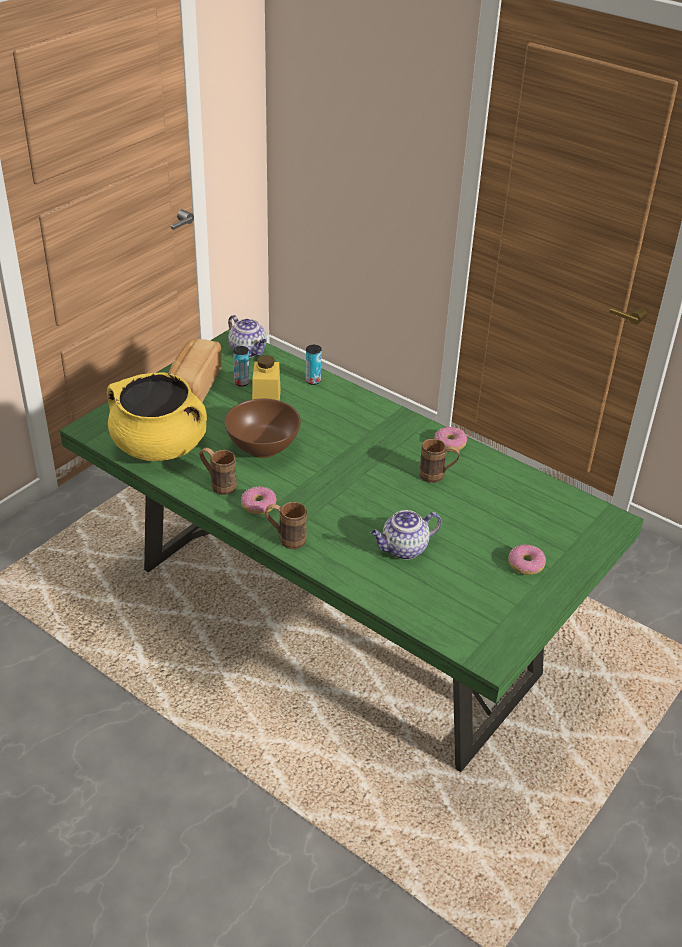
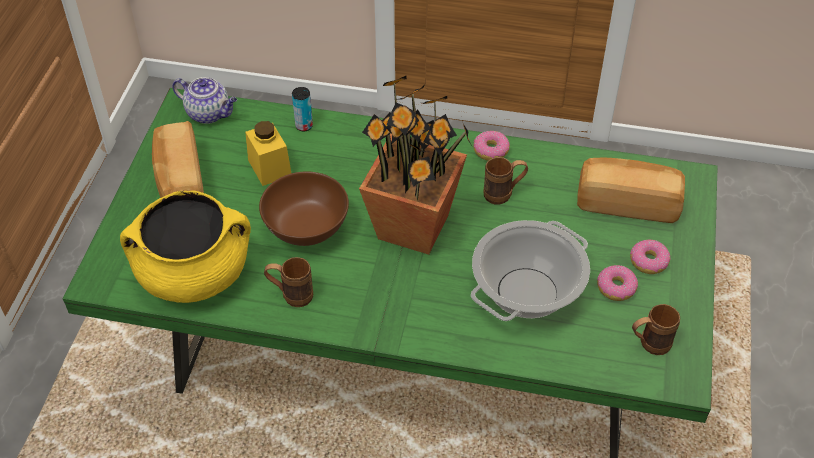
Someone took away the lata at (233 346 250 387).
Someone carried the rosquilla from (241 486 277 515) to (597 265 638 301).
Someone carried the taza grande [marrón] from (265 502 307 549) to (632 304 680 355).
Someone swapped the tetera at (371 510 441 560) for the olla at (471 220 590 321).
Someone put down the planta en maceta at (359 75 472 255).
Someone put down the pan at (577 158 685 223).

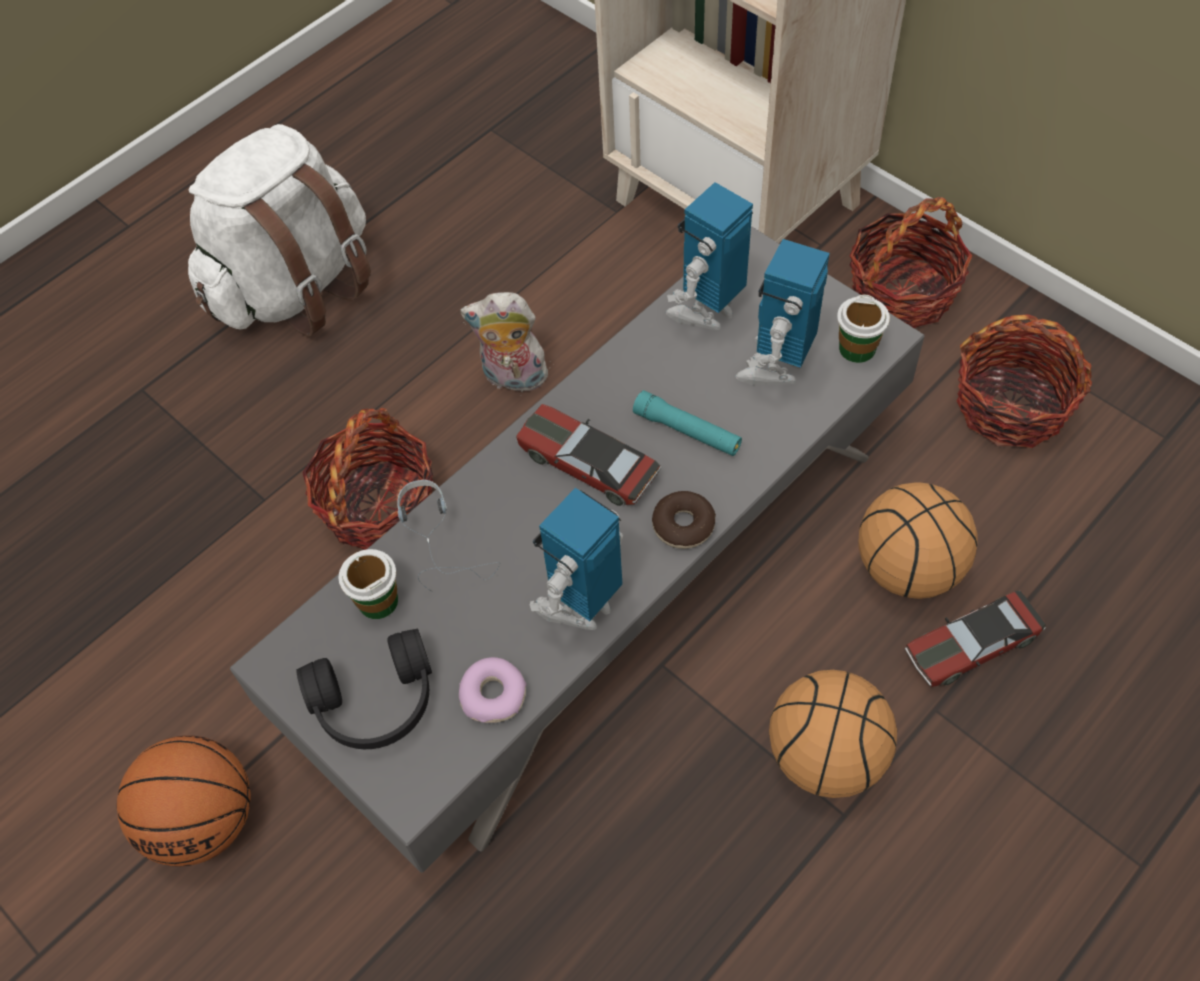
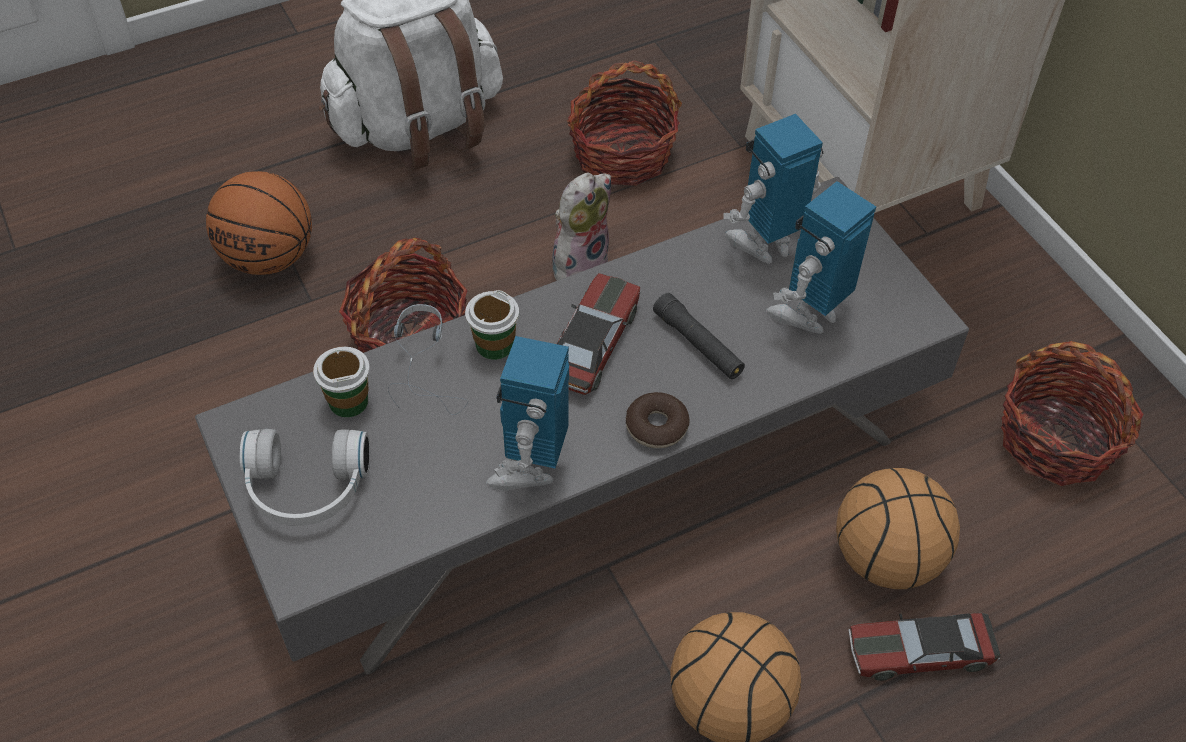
Someone carried the cesta from (849 197 972 328) to (567 60 682 186).
Someone rotated the peluche at (460 292 552 392) by 105 degrees clockwise.
Someone carried the taza from (837 295 890 363) to (465 290 519 360).
Someone repainted the linterna [turquesa] at (633 390 742 456), which became the linterna [negro] at (653 293 745 379).
Someone rotated the coche de juguete at (516 404 661 506) by 60 degrees clockwise.
Someone rotated the robot de juguete at (530 488 624 630) by 45 degrees counterclockwise.
Someone repainted the auriculares [negro] at (296 629 432 749), which became the auriculares [blanco] at (240 429 370 526).
Someone took away the rosquilla at (459 657 527 723).
Someone carried the balón de baloncesto from (116 735 251 866) to (206 171 312 275).

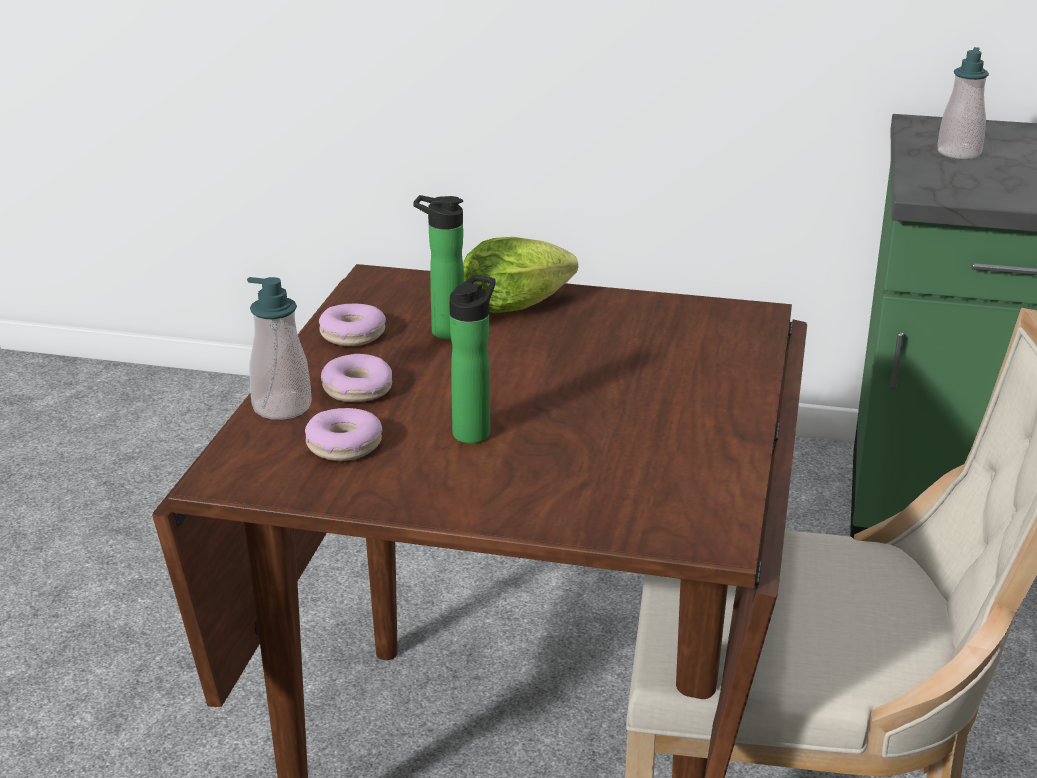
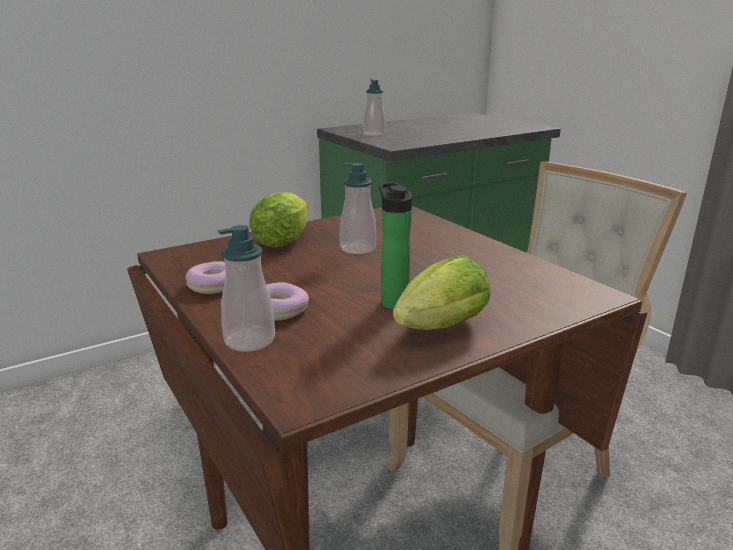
Someone took away the botella at (413 195 464 340).
Someone took away the rosquilla at (305 408 382 461).
Someone put down the dispensador de jabón at (340 163 376 254).
Someone put down the lechuga at (393 255 491 330).

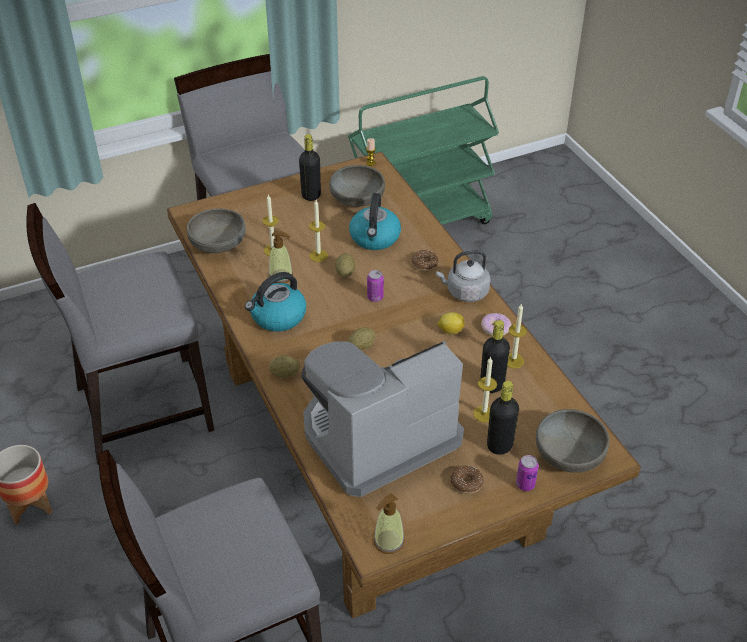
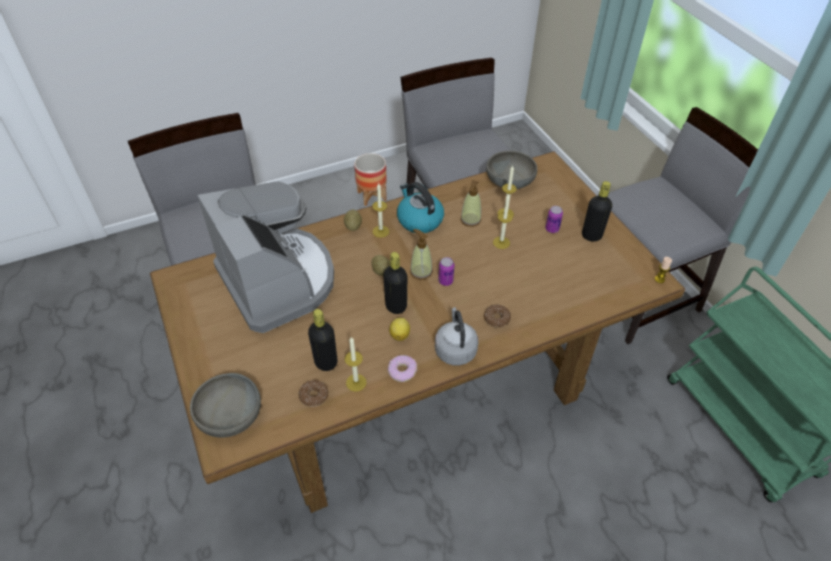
Someone took away the cuenco [gris] at (330 165 385 207).
Someone took away the hervidor at (349 193 401 250).
Someone took away the patata at (335 253 356 277).
Someone carried the vela from (473 356 497 422) to (372 183 389 238).
Someone carried the botella [negro] from (487 381 519 455) to (383 252 407 314).
Someone carried the lata from (516 455 539 491) to (545 206 563 233).
Someone carried the rosquilla from (450 465 484 494) to (299 380 329 407).
Someone carried the dispensador de jabón from (374 493 405 554) to (410 229 433 280).

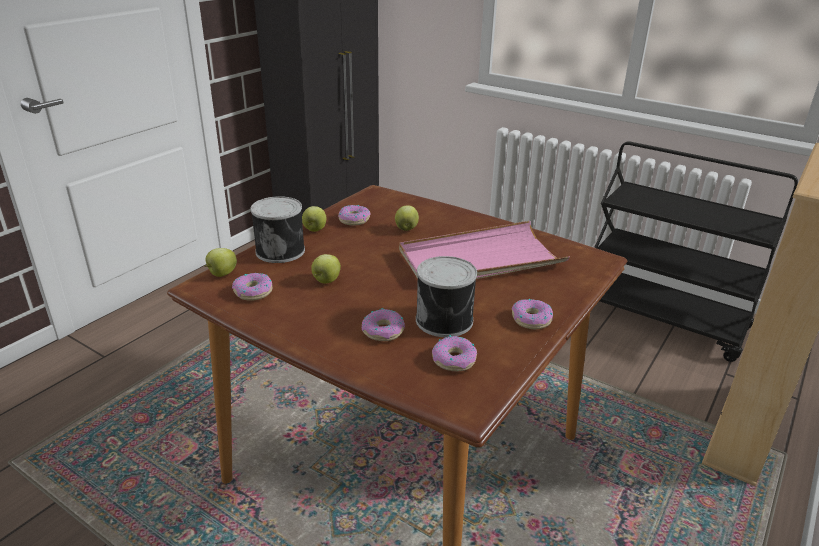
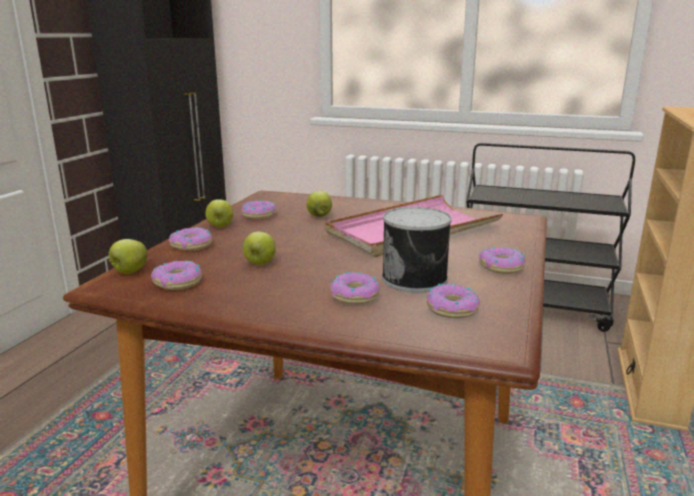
Someone swapped the lata at (251 196 305 263) for the rosquilla at (168 227 212 251).

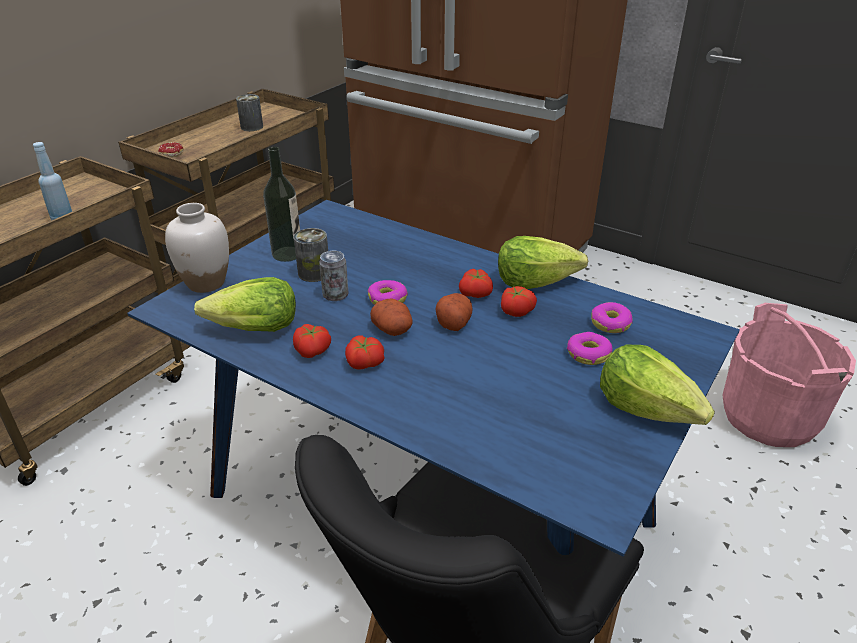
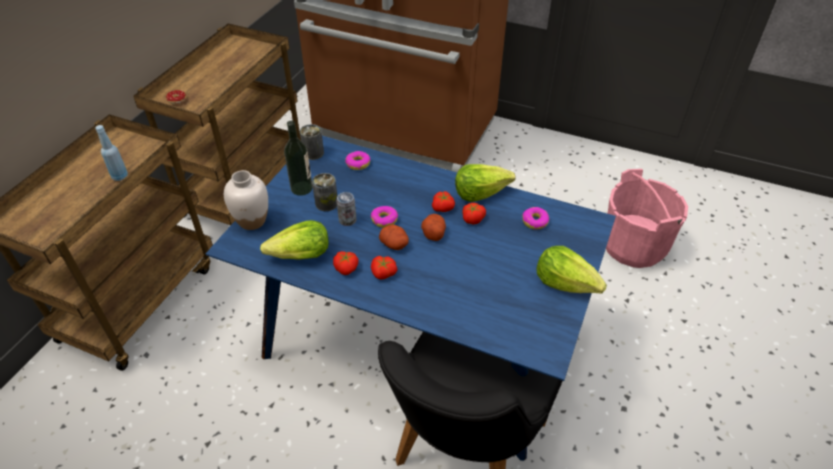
Someone carried the lata from (236 94 263 131) to (300 124 324 160).
Someone carried the rosquilla from (567 332 612 365) to (345 151 370 170).

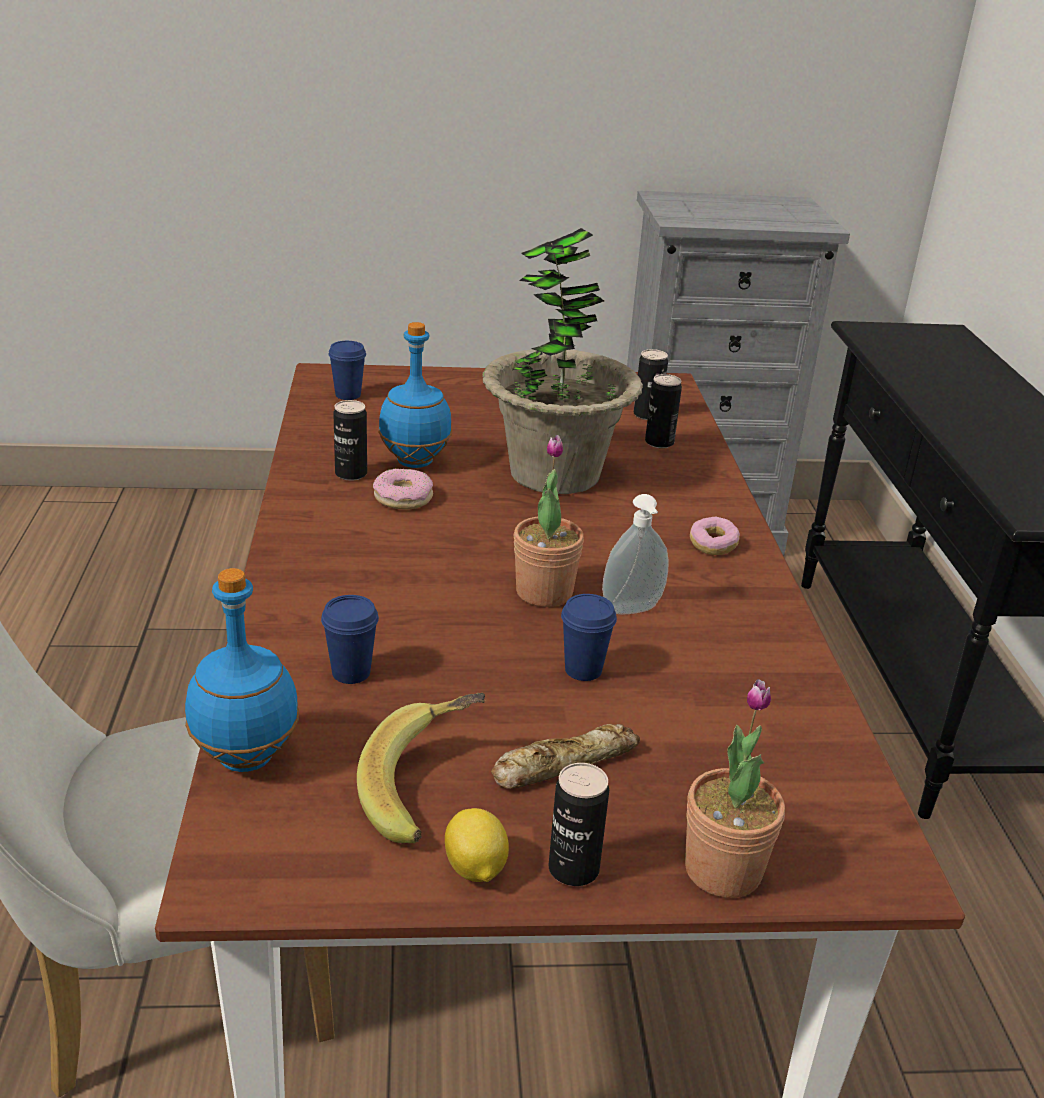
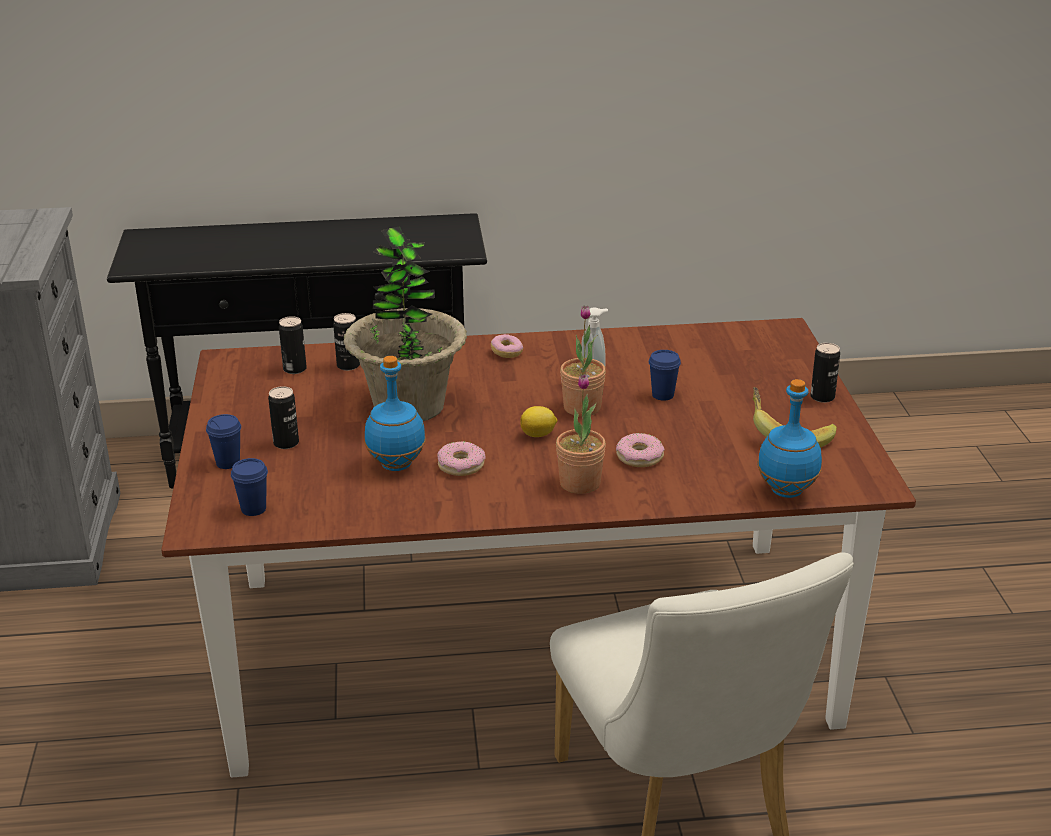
Someone carried the lata from (333 400 367 481) to (268 386 299 449).
Someone carried the taza [azul] from (321 595 379 684) to (206 414 241 469).
Someone carried the planta en maceta from (685 679 785 898) to (556 374 606 494).
Someone took away the pan at (491 724 640 789).
Someone carried the limón from (445 808 509 882) to (520 406 557 437).
Someone put down the rosquilla at (616 433 665 467).

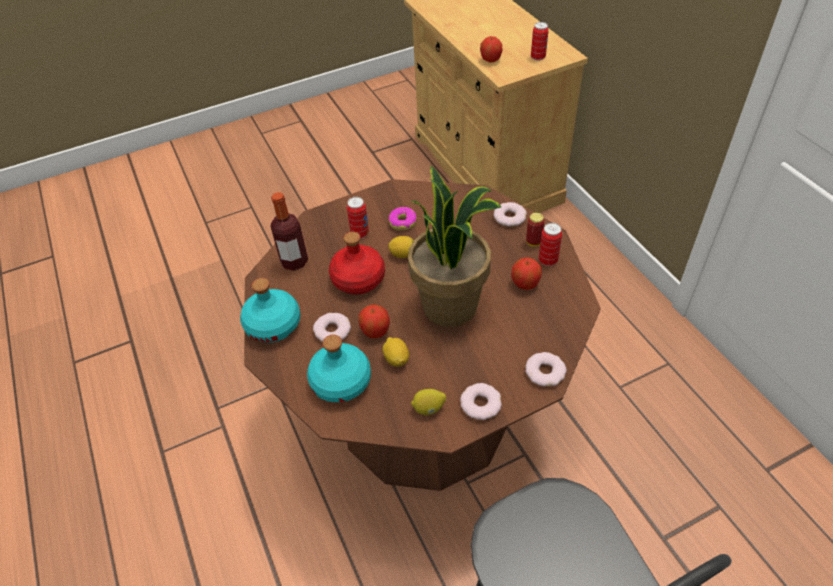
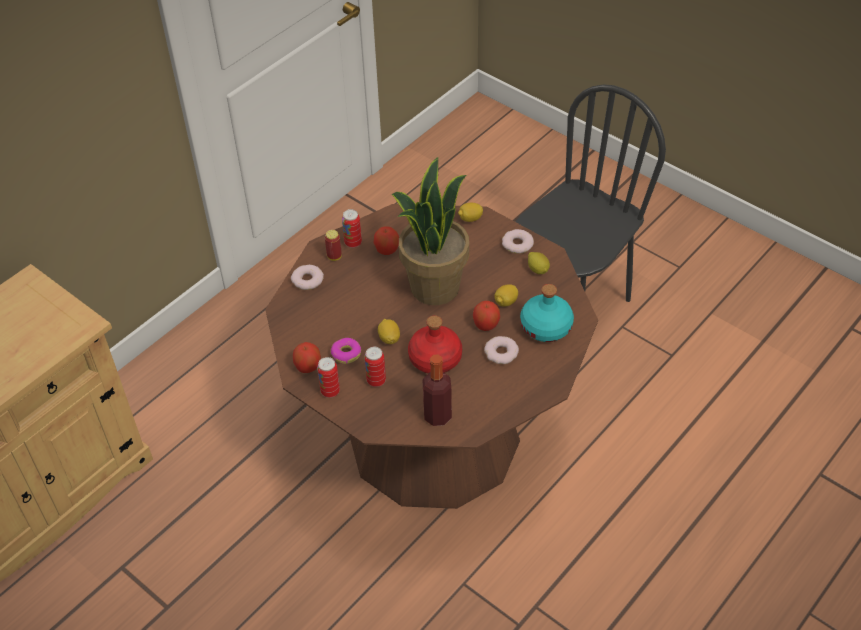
Someone carried the lata from (531 22 549 61) to (317 357 340 398).
Someone carried the manzana from (480 36 502 62) to (293 342 321 373).
Someone took away the botella [turquesa] at (240 278 300 343).
Someone swapped the rosquilla at (525 352 567 387) for the limón at (458 203 483 222).

